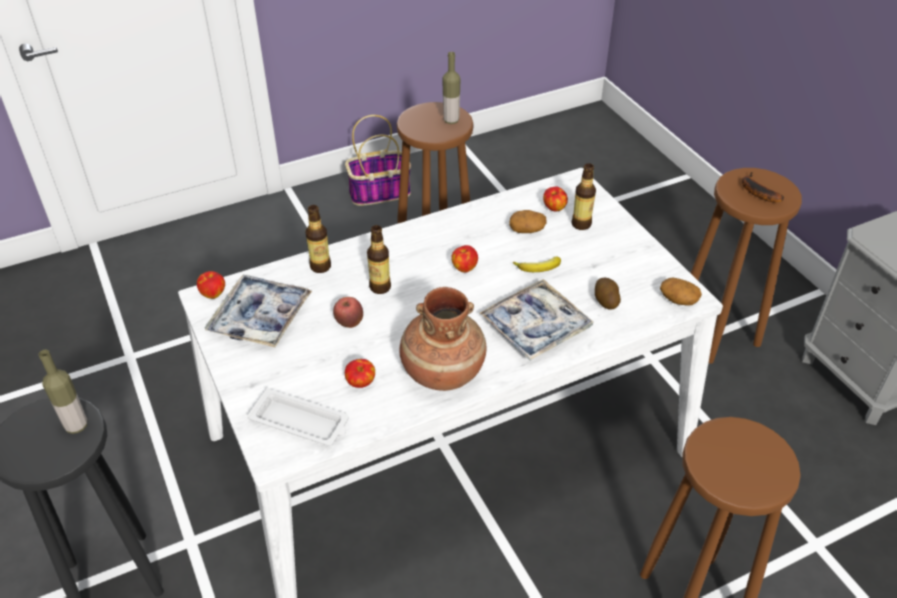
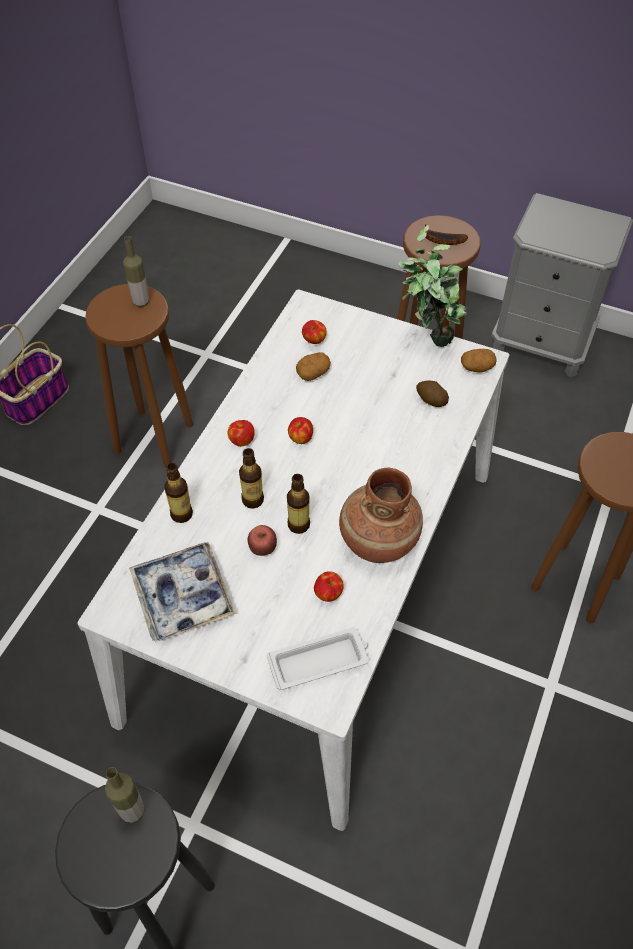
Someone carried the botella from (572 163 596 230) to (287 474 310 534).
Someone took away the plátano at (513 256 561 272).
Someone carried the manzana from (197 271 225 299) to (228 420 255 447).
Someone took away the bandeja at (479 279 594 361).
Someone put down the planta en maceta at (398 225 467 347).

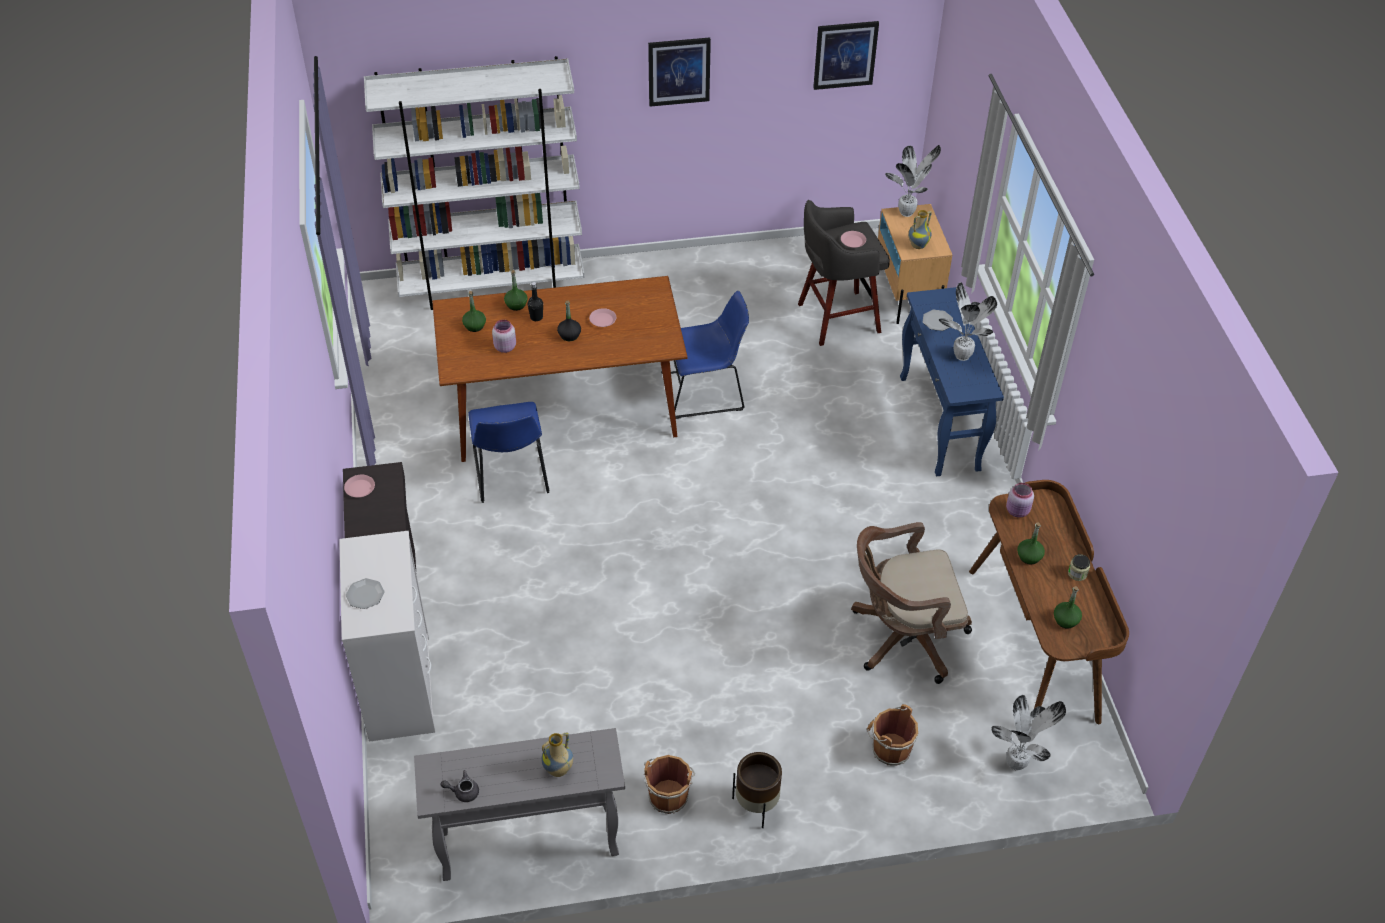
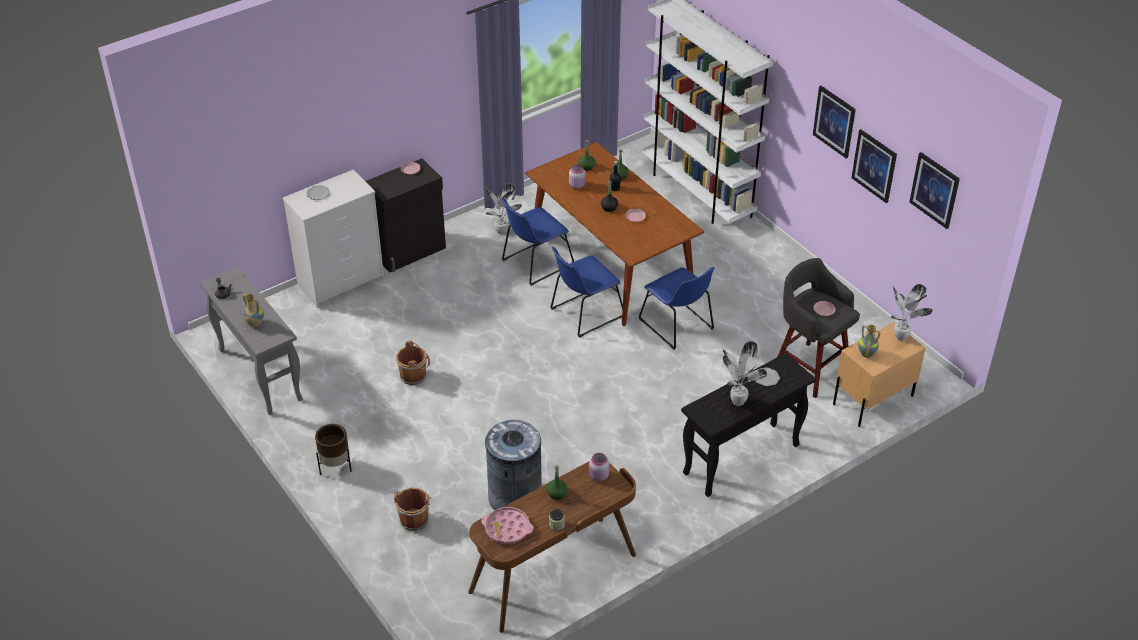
Someone repainted the mesa consola [azul] at (900 287 1004 476), which became the mesa consola [negro] at (681 353 816 497).
Someone swapped the silla de oficina [marrón] at (851 522 972 684) for the papelera [gris] at (483 420 542 510).
Someone swapped the botella [verde] at (1054 586 1082 629) for the bandeja [rosa] at (481 507 533 544).
Someone carried the planta en maceta from (991 695 1066 771) to (486 184 522 235).
Someone carried the cubo [marrón] from (644 755 695 814) to (396 341 430 385).
Someone put up the cuadro at (851 129 897 203).
Someone put down the silla [azul] at (550 247 623 338).

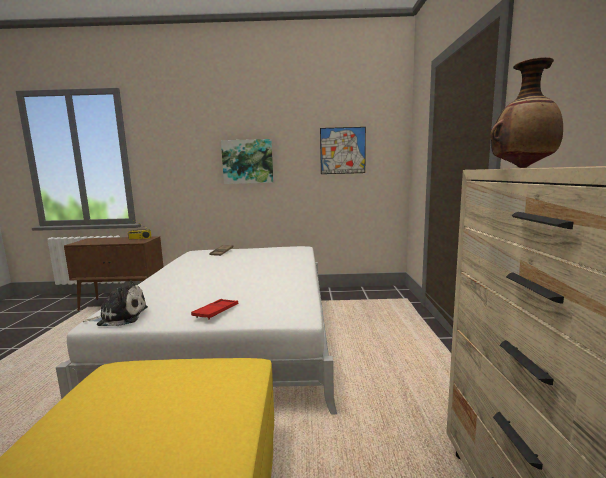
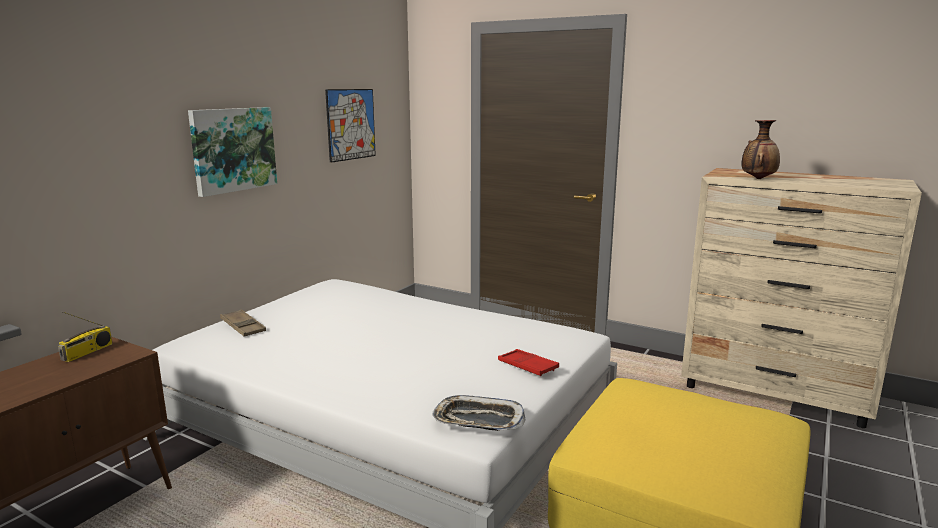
Someone swapped the peluche at (83 281 148 326) for the bandeja at (432 395 526 431).

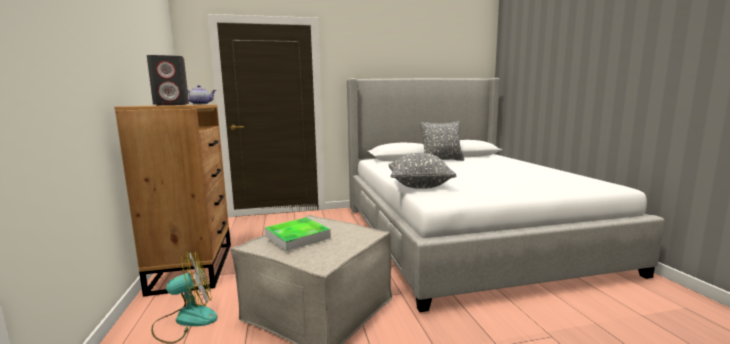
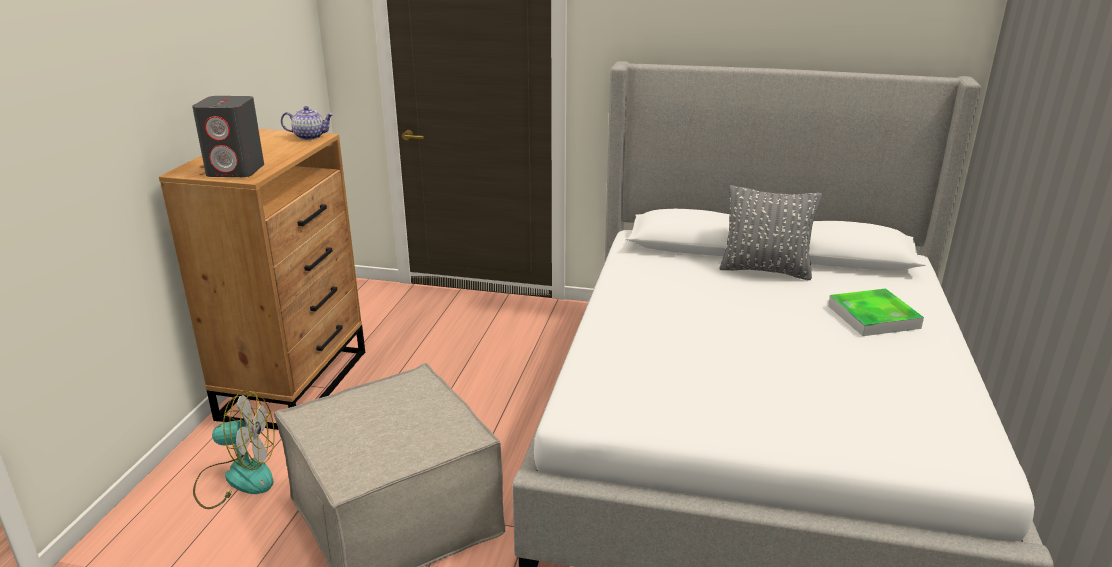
Someone took away the cojín [gris] at (389 153 456 189).
Someone carried the bandeja from (264 217 331 251) to (828 289 924 336).

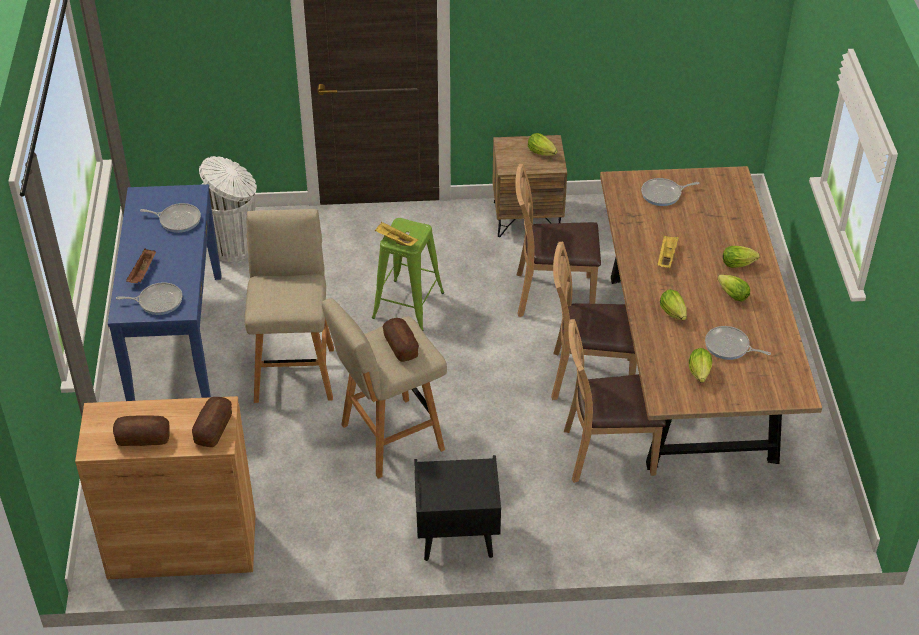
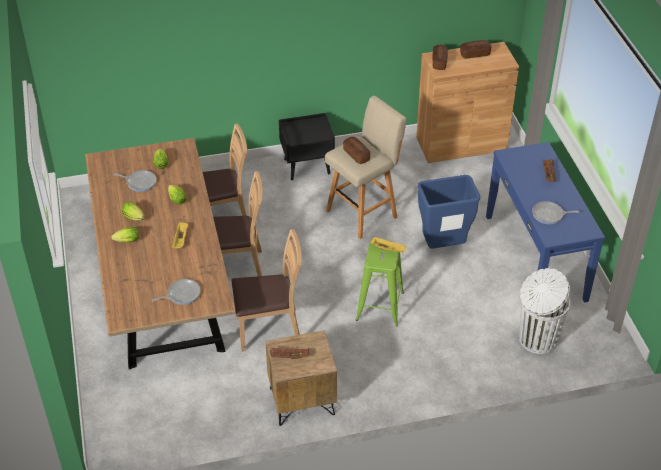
Someone swapped the lechuga at (528 133 558 156) for the bandeja [marrón] at (270 348 309 359).
Someone swapped the taburete [beis] at (245 209 334 403) for the papelera [azul] at (417 175 480 249).
Someone took away the sartén at (116 282 182 315).

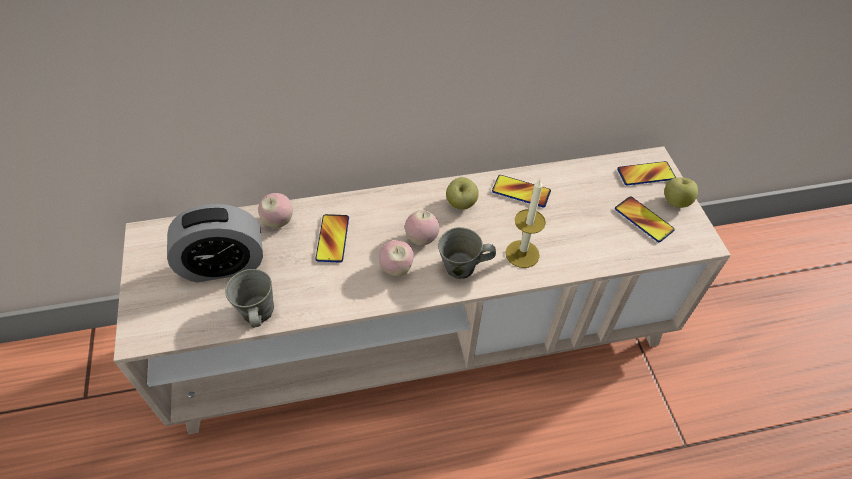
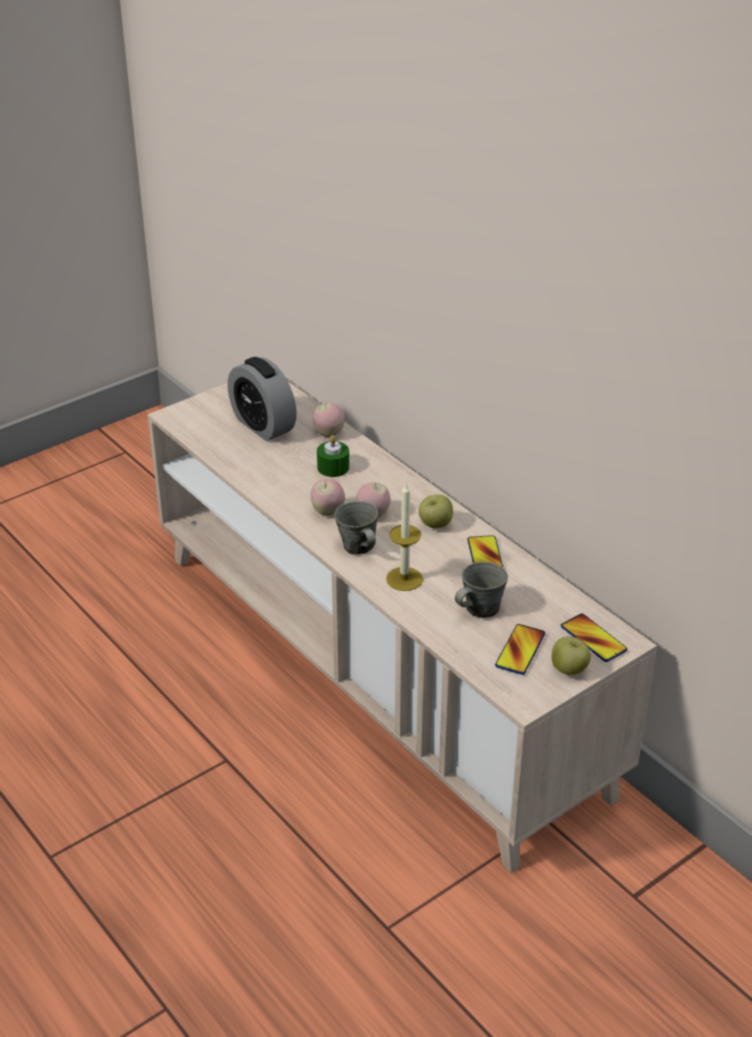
Someone swapped the móvil at (315 214 349 263) for the vela [verde] at (317 435 349 477).
Someone carried the taza grande [gris] from (225 269 274 328) to (455 562 508 618).

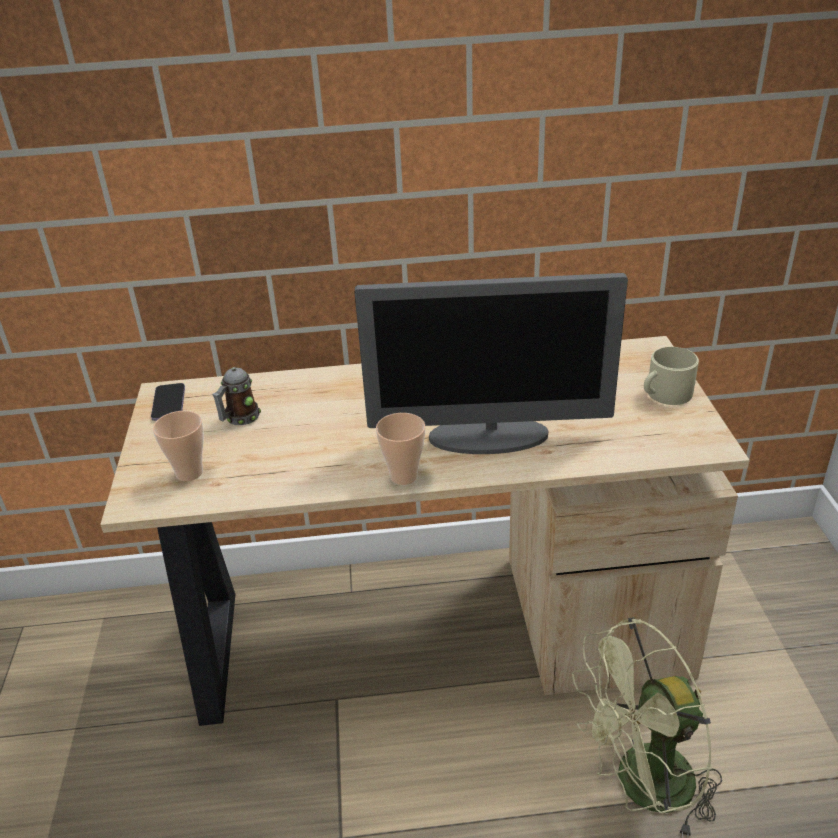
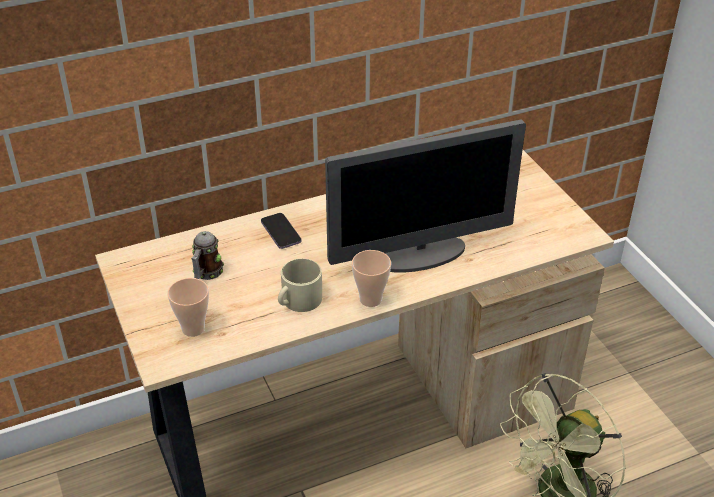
Someone carried the taza grande [beis] from (644 347 699 405) to (278 258 322 312).
Someone carried the móvil from (151 383 185 421) to (261 213 301 249).

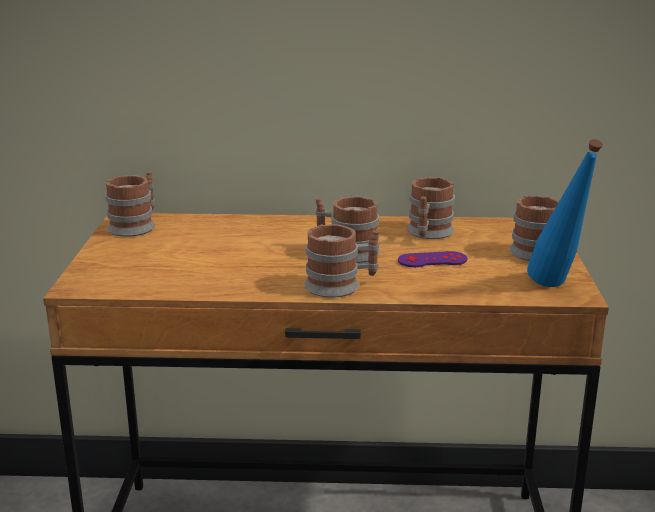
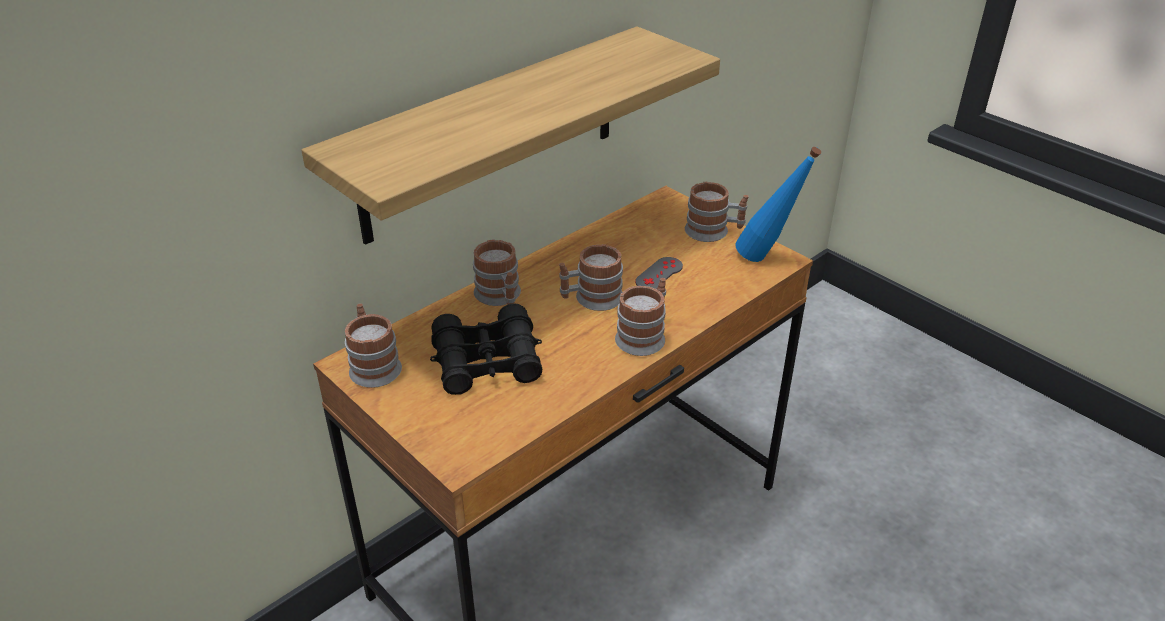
Someone carried the taza grande from (407 177 455 239) to (473 239 521 306).
Someone repainted the mando de consola [morado] at (398 251 467 267), which became the mando de consola [gris] at (635 257 683 289).
Someone put up the estante at (301 26 720 245).
Someone put down the prismáticos [negro] at (430 304 542 395).

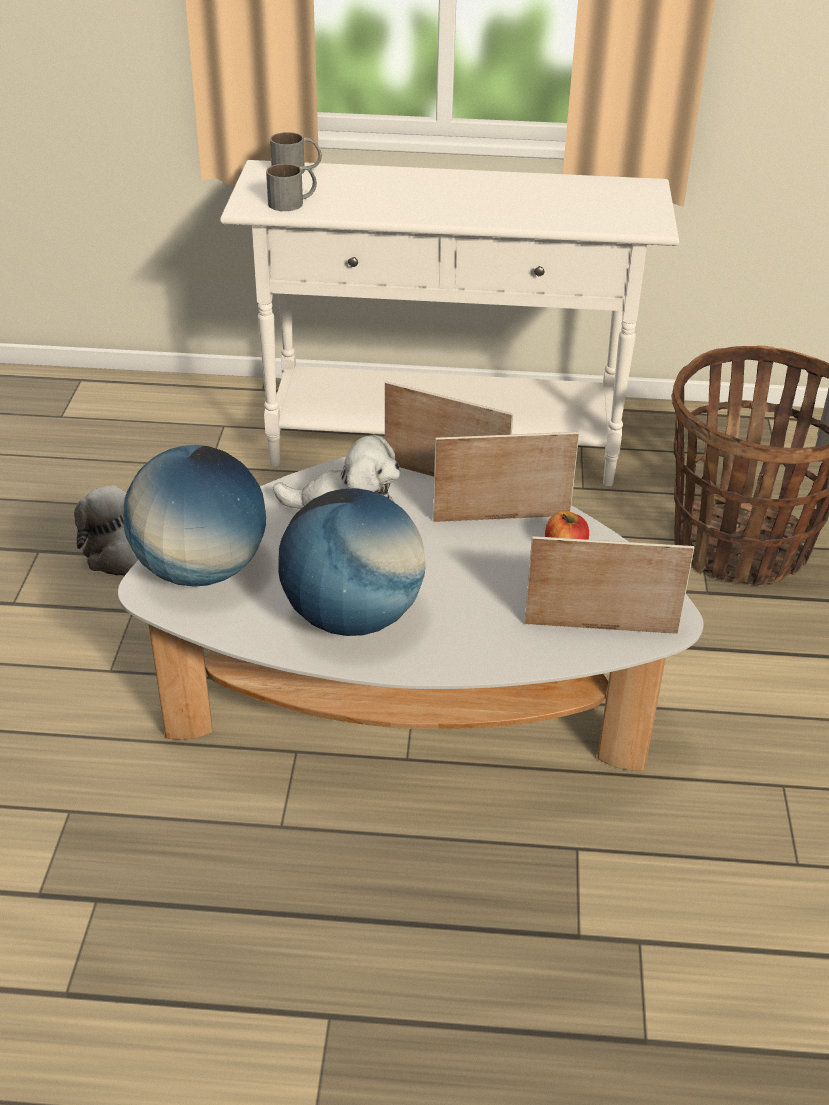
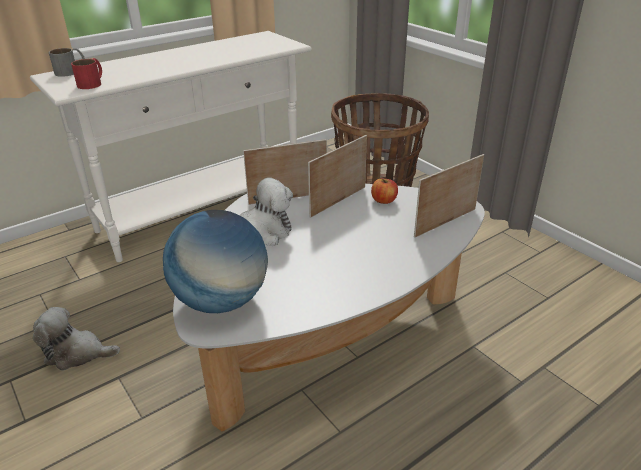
Someone repainted the taza grande [gris] at (266 164 317 211), which became the taza grande [rojo] at (71 58 102 89).
Someone took away the globo terráqueo at (279 488 426 636).

